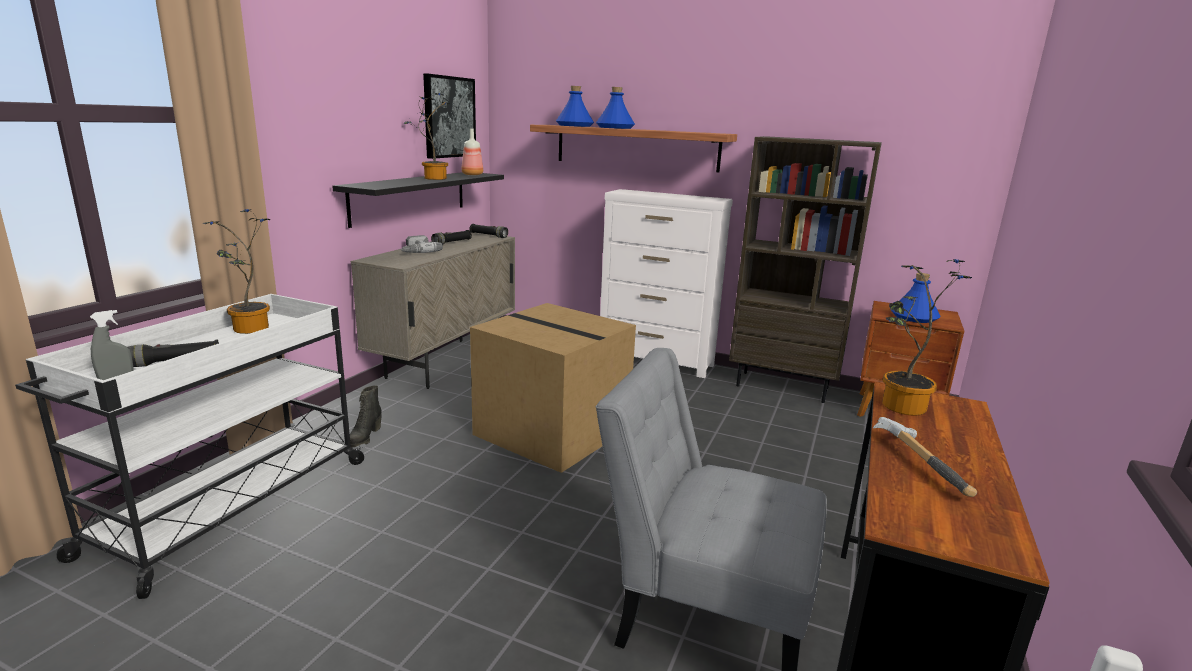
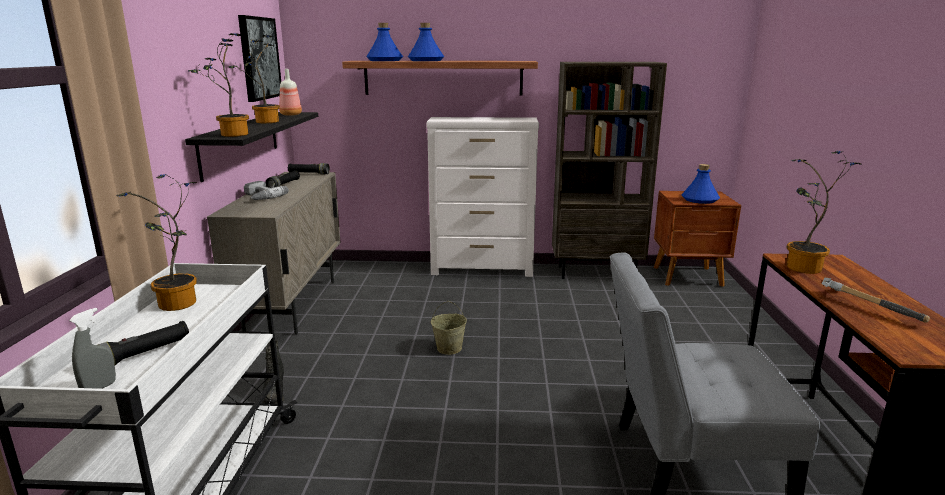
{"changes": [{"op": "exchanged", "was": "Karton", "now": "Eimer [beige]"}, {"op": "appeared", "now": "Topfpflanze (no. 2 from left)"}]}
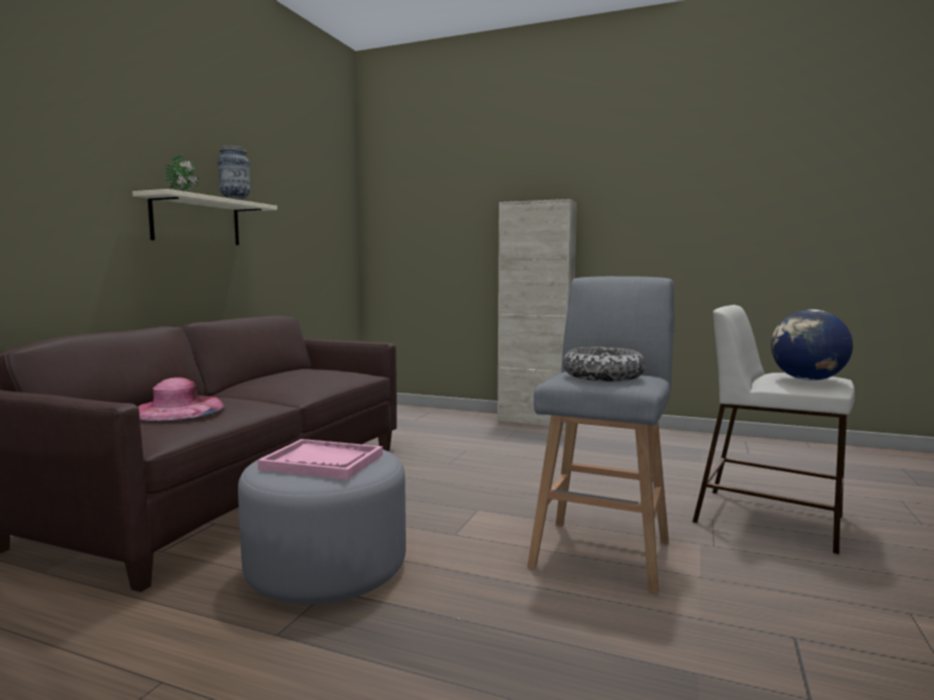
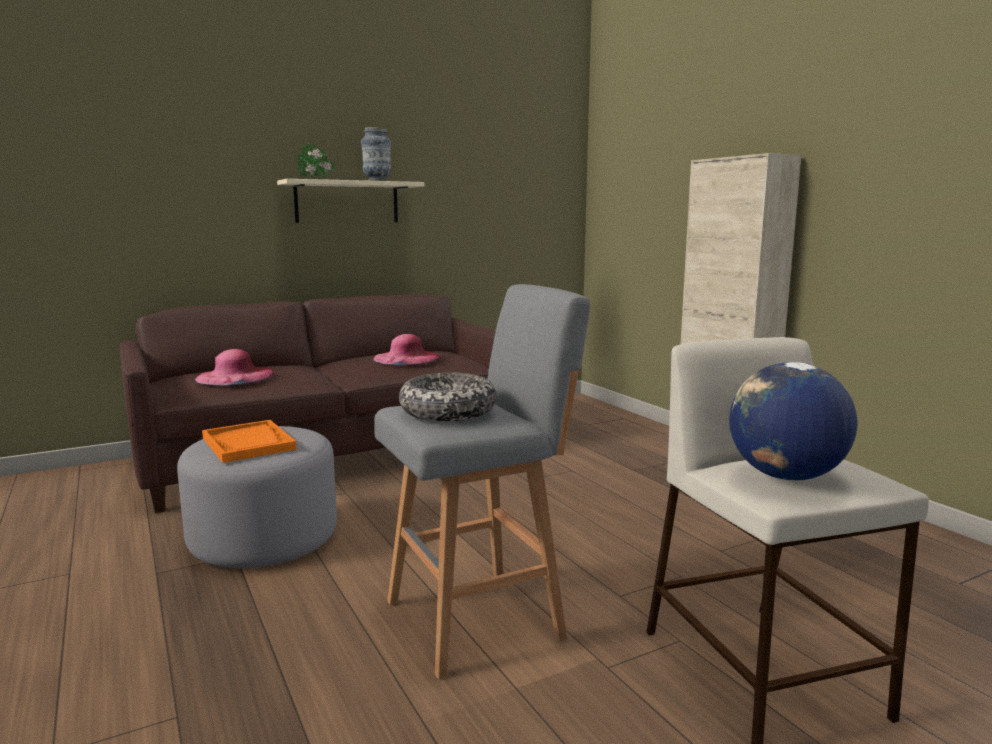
{"changes": [{"op": "colour", "was": "Tablett [rosa]", "now": "Tablett [orange]"}, {"op": "appeared", "now": "Hut [rosa] (no. 2 from left)"}]}
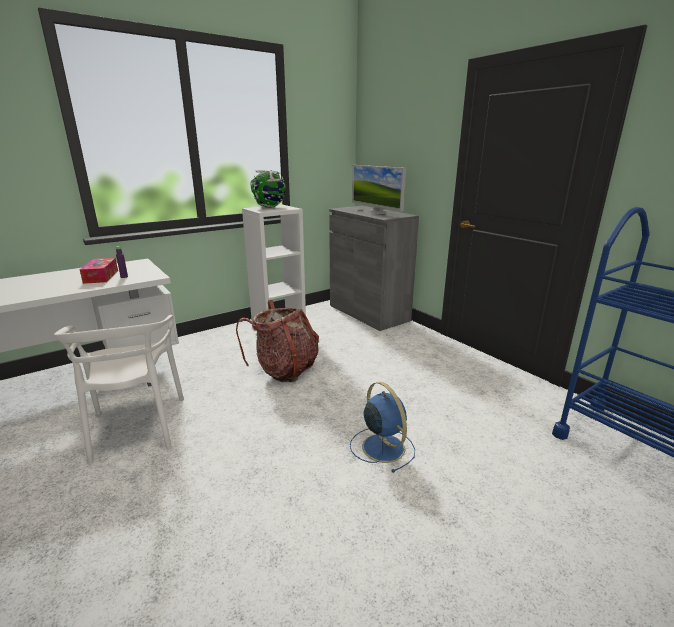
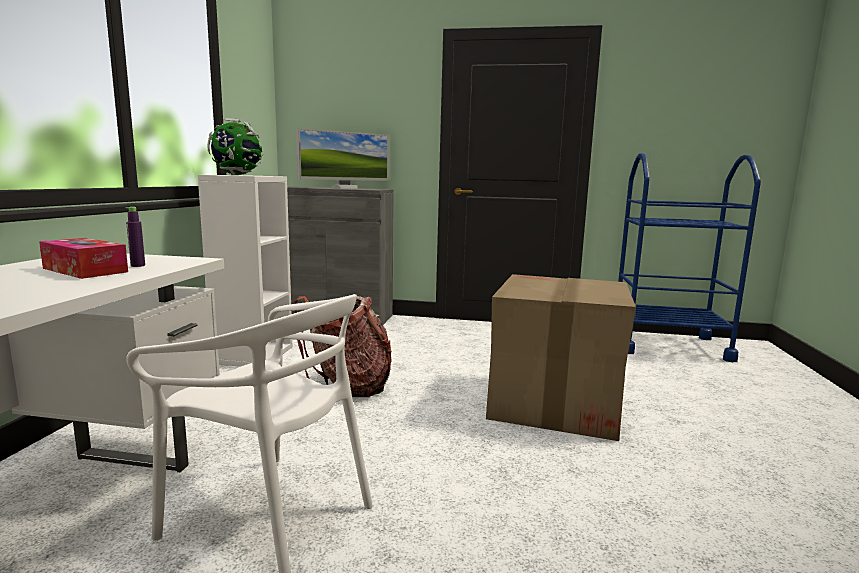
{"changes": [{"op": "spun", "was": "Monitor", "clockwise": -45}, {"op": "exchanged", "was": "Ventilator [blau]", "now": "Karton"}]}
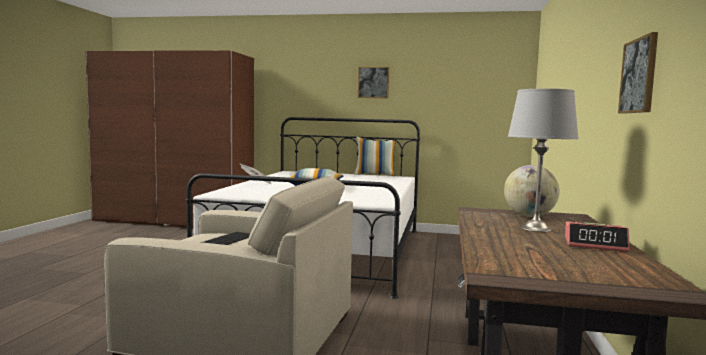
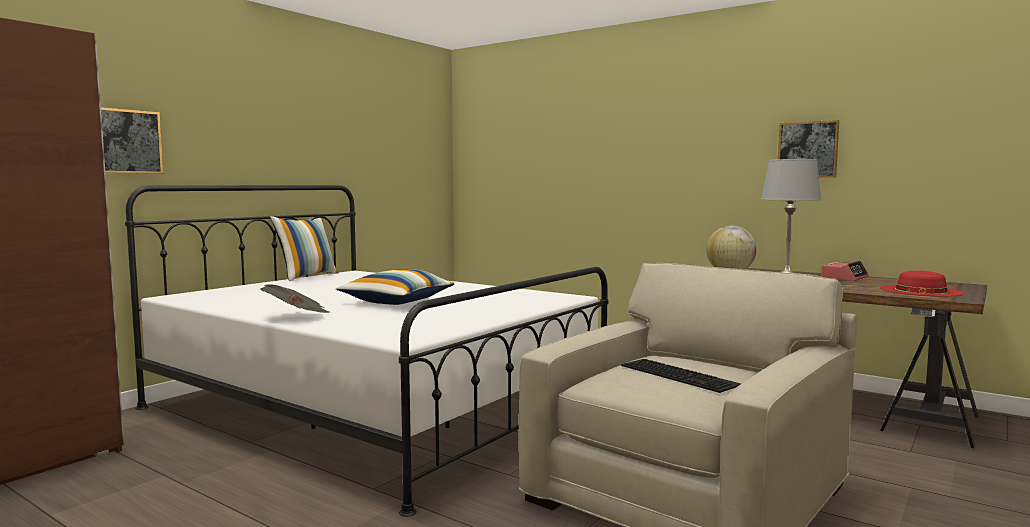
{"changes": [{"op": "relocated", "was": "Bild (no. 1 from left)"}, {"op": "appeared", "now": "Hut [rot]"}]}
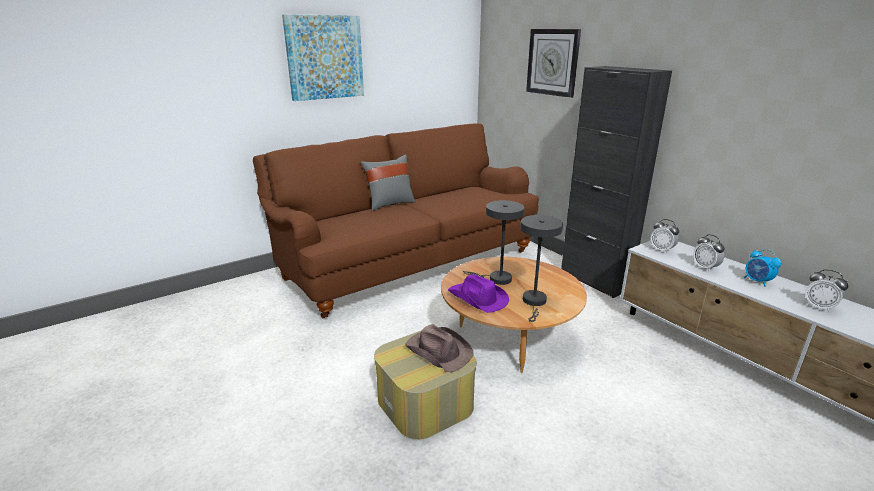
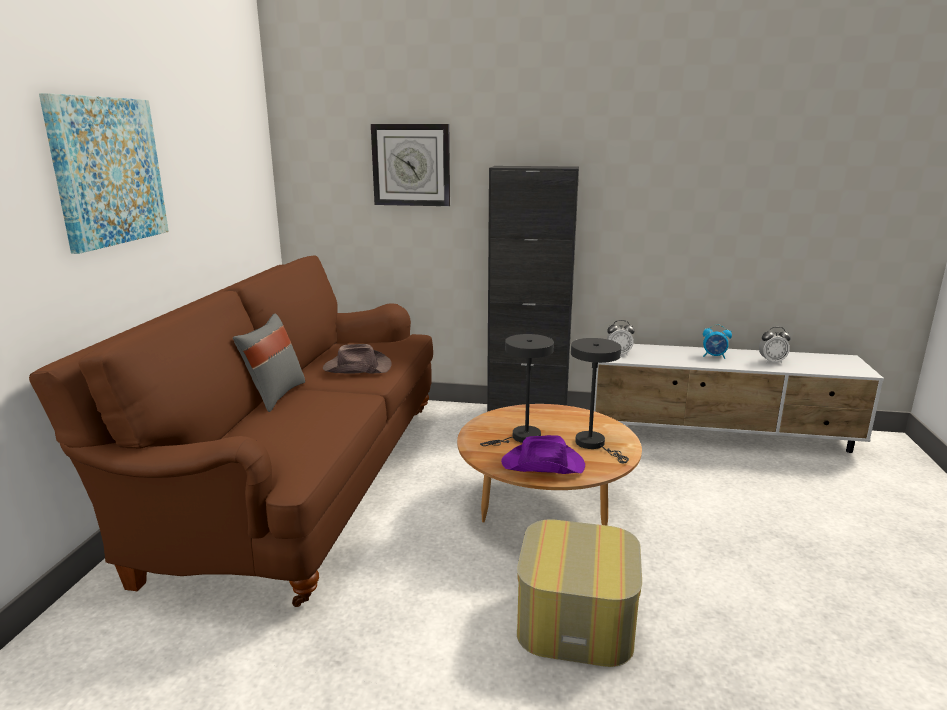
{"changes": [{"op": "missing", "was": "Wecker (no. 2 from left)"}, {"op": "relocated", "was": "Hut [braun]"}]}
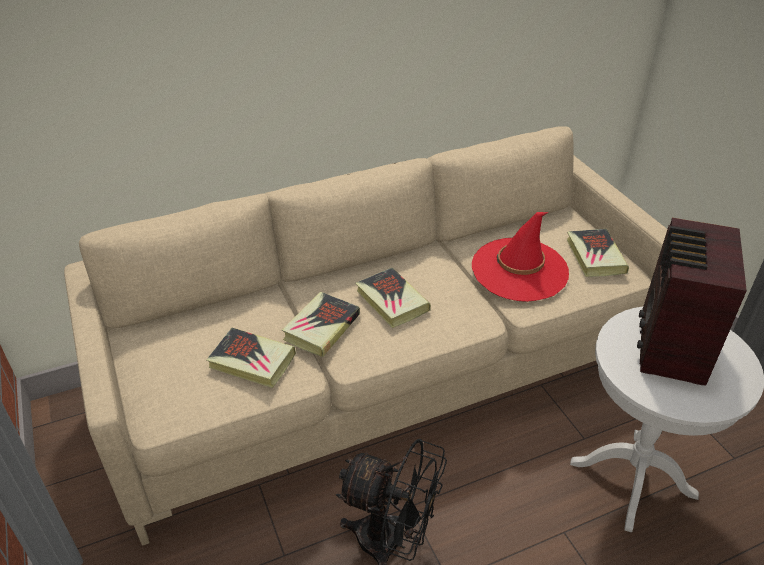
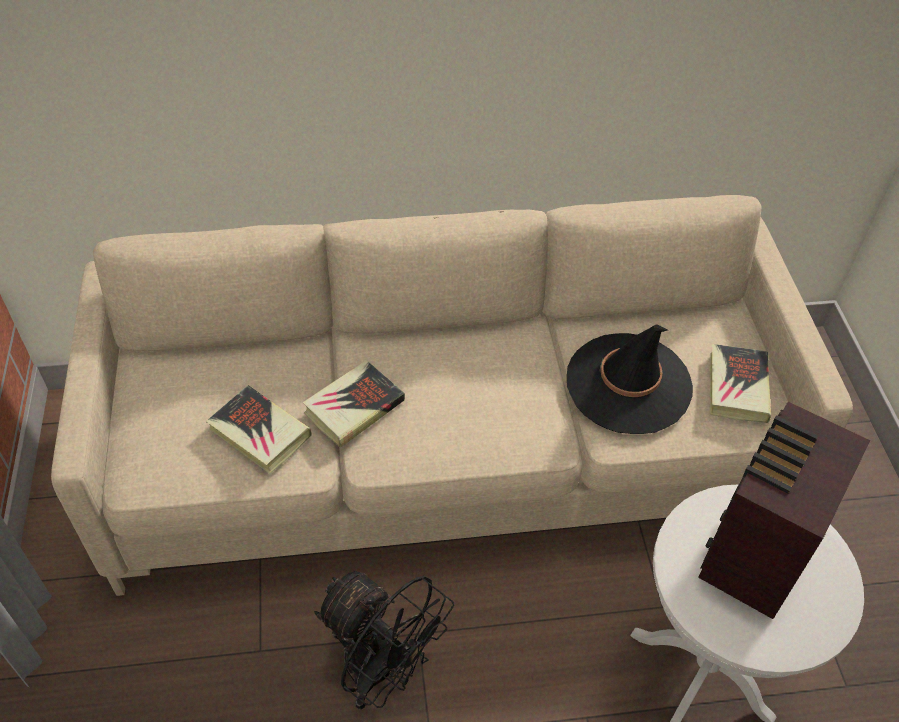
{"changes": [{"op": "colour", "was": "Hut [rot]", "now": "Hut [schwarz]"}, {"op": "missing", "was": "Buch (no. 3 from left)"}]}
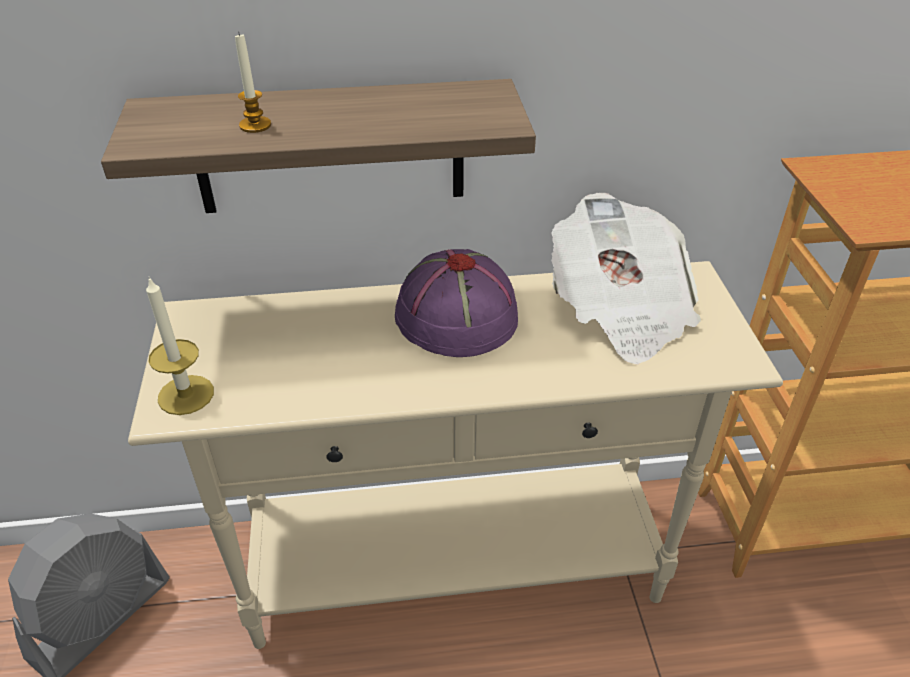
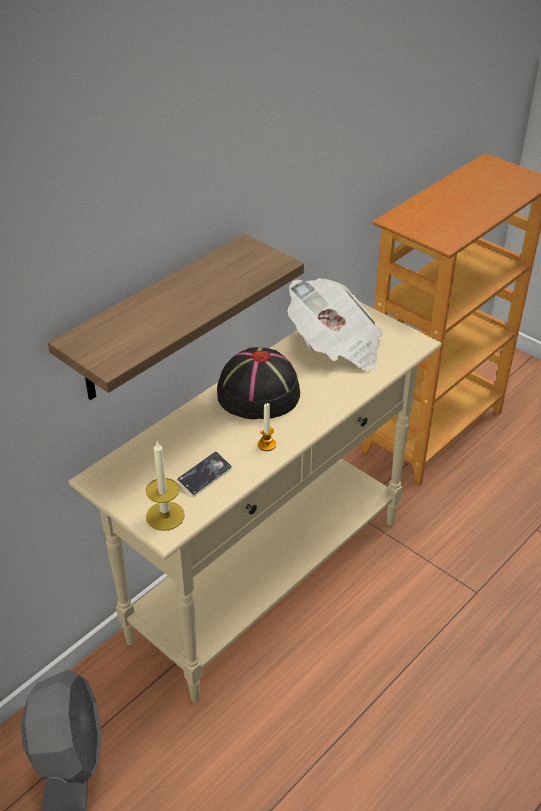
{"changes": [{"op": "relocated", "was": "Kerze (no. 2 from left)"}, {"op": "colour", "was": "Hut [lila]", "now": "Hut [schwarz]"}, {"op": "appeared", "now": "Handy"}]}
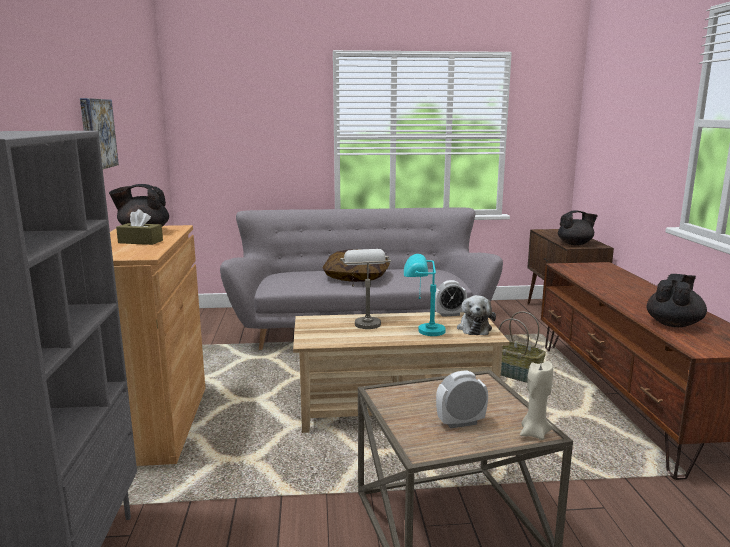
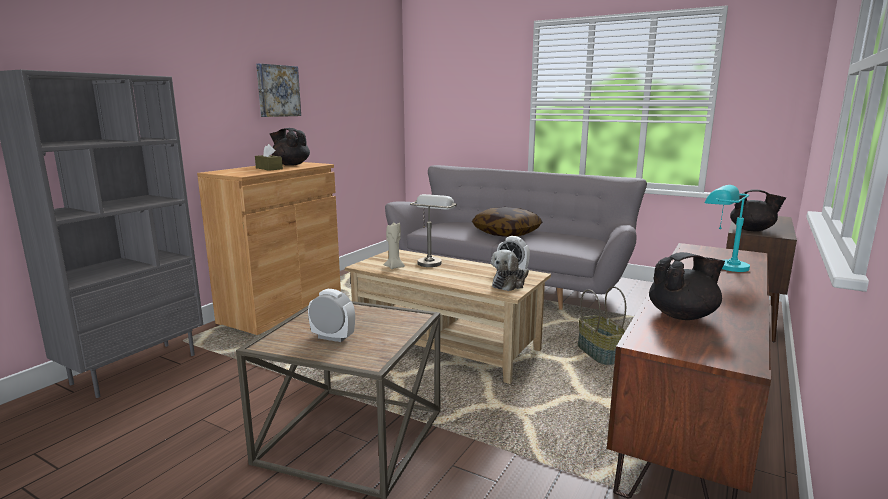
{"changes": [{"op": "relocated", "was": "Tischlampe [türkis]"}, {"op": "relocated", "was": "Kerze [beige]"}]}
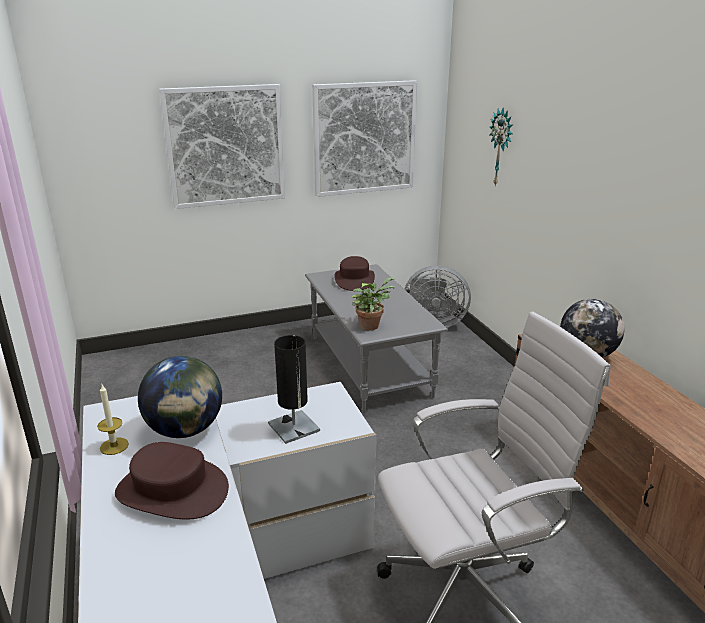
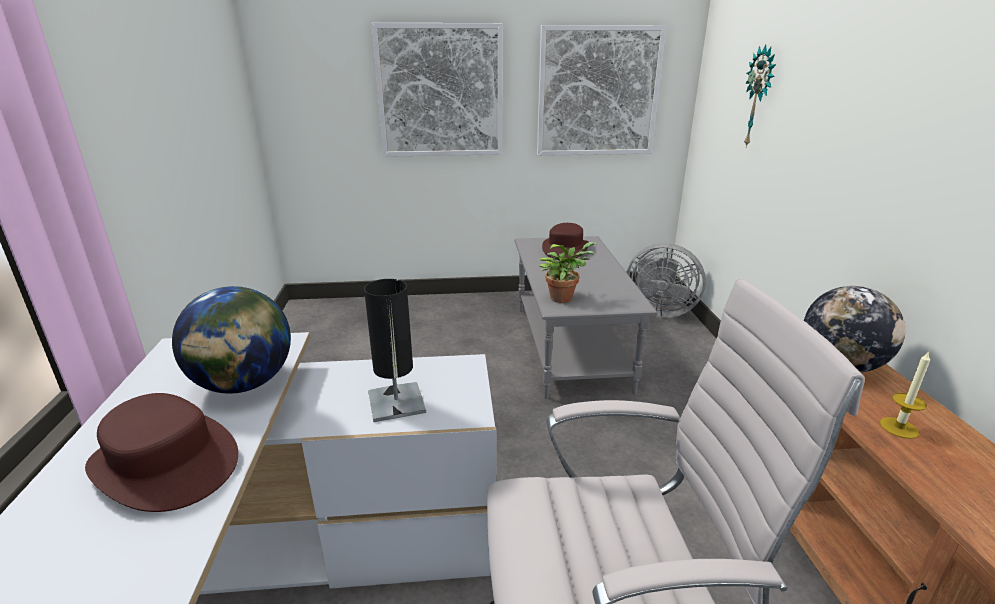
{"changes": [{"op": "relocated", "was": "Kerze"}]}
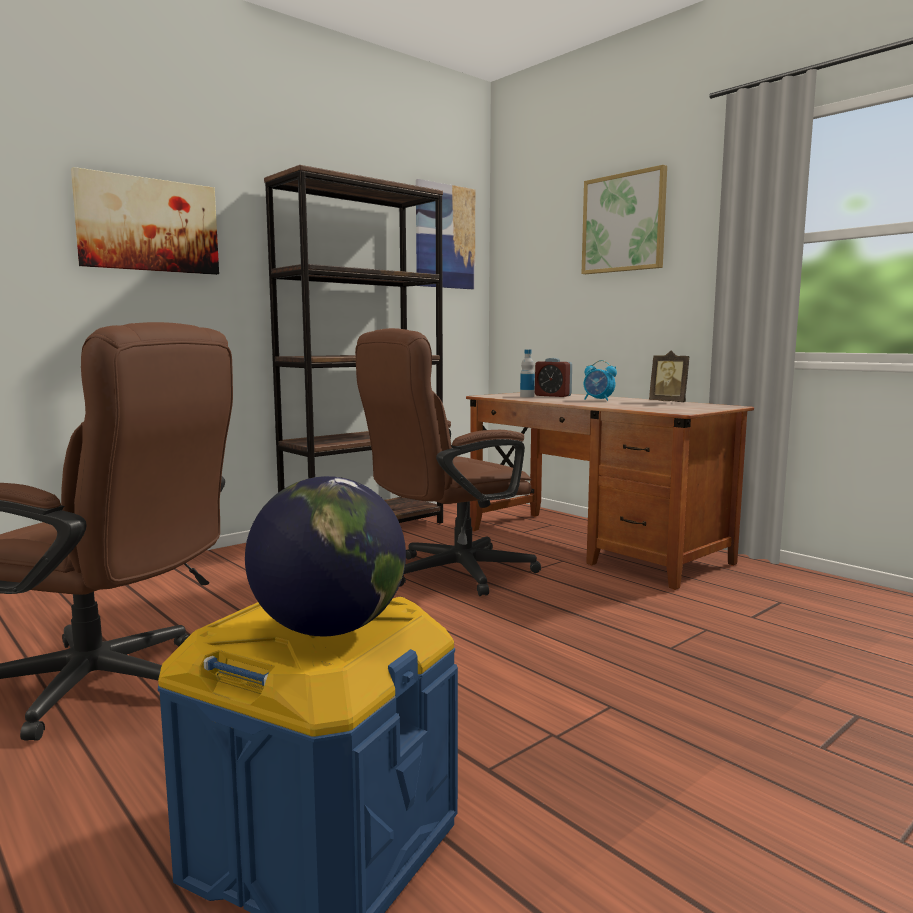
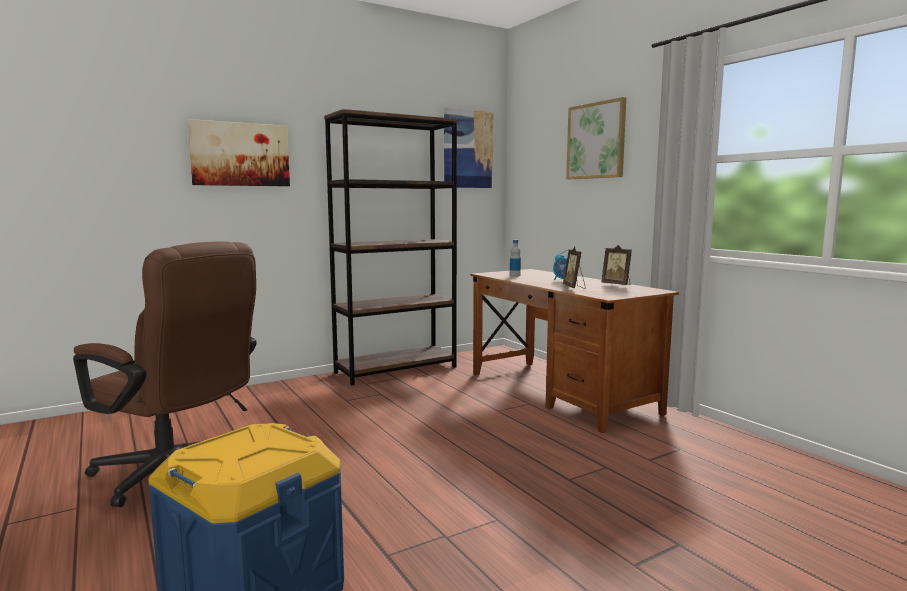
{"changes": [{"op": "missing", "was": "Bürostuhl [braun] (no. 2 from left)"}, {"op": "missing", "was": "Wecker (no. 1 from left)"}, {"op": "missing", "was": "Globus"}, {"op": "appeared", "now": "Bilderrahmen (no. 1 from left)"}]}
